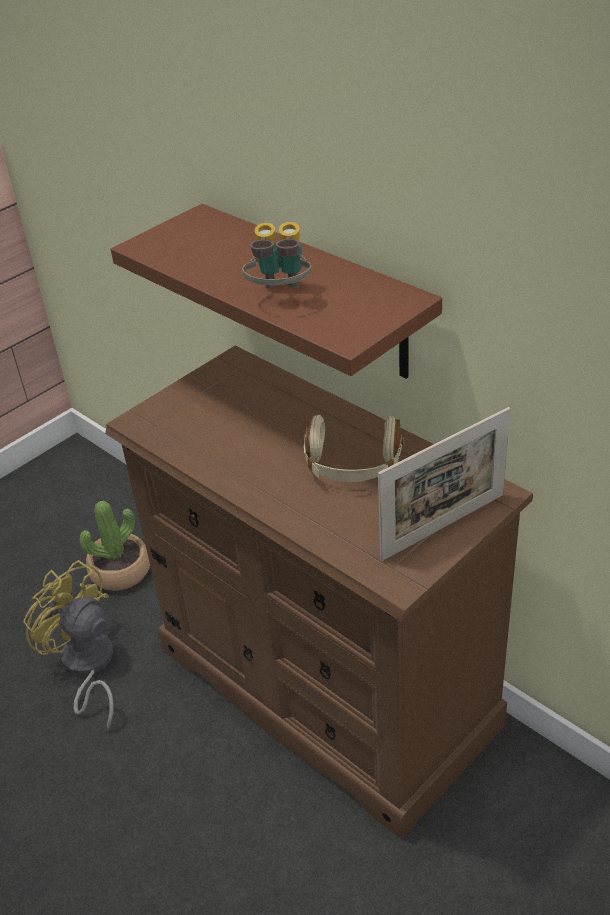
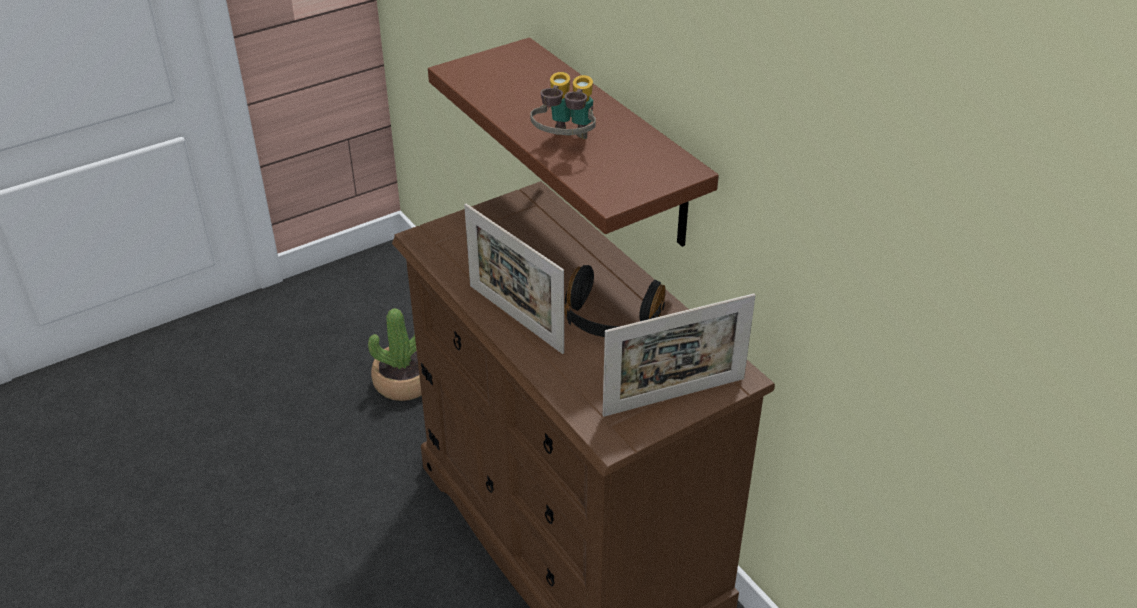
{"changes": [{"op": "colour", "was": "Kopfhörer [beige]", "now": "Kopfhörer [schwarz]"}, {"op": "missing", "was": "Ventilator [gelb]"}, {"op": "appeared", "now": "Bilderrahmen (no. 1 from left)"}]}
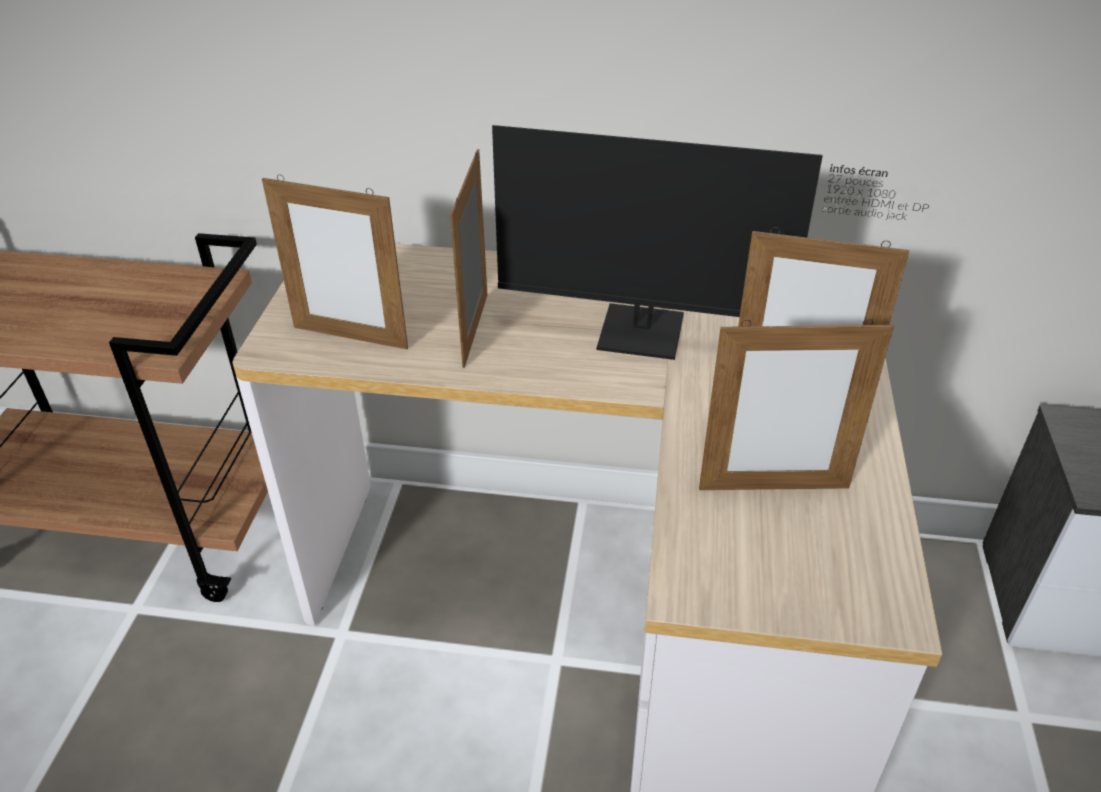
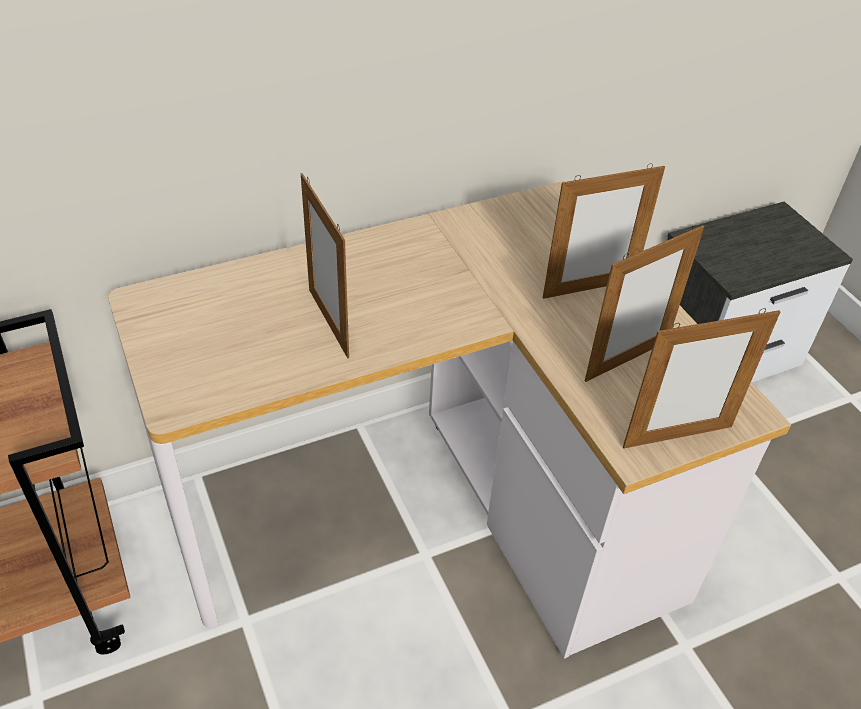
{"changes": [{"op": "missing", "was": "Monitor"}, {"op": "relocated", "was": "Bilderrahmen (no. 1 from left in the first image)", "now": "Bilderrahmen (no. 4 from left)"}]}
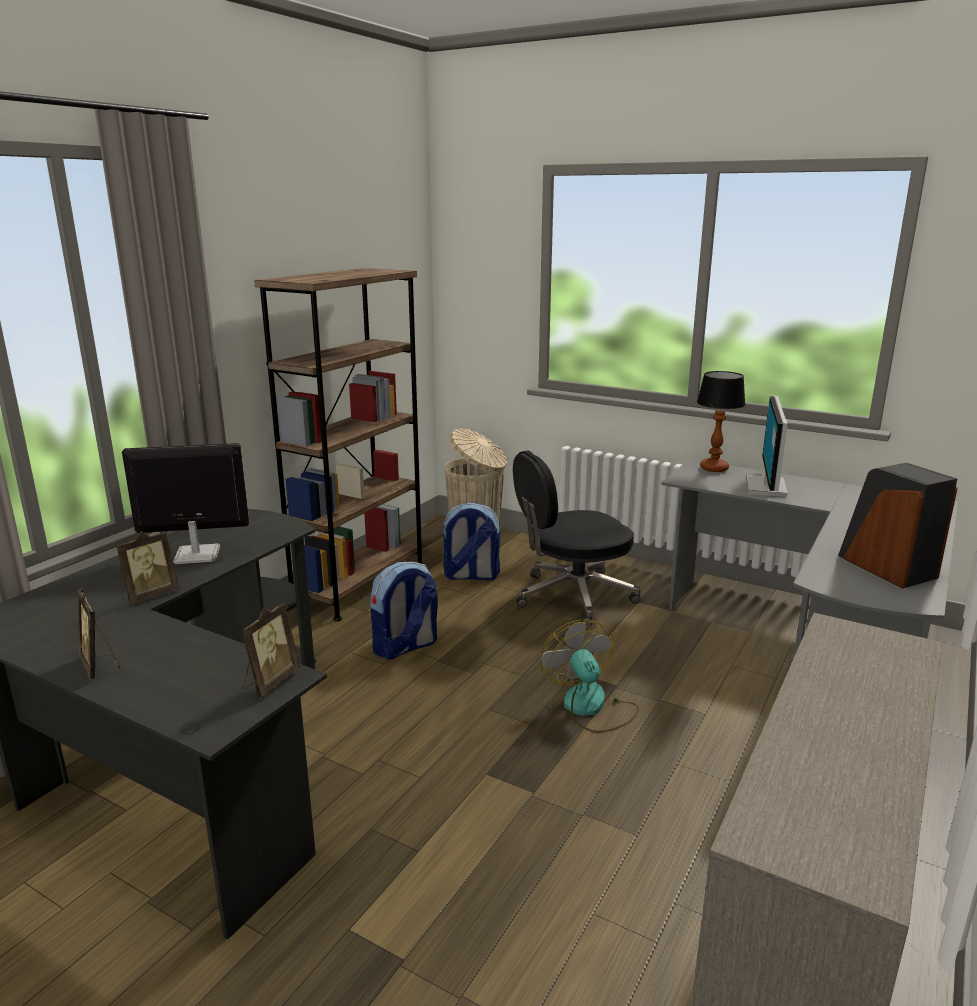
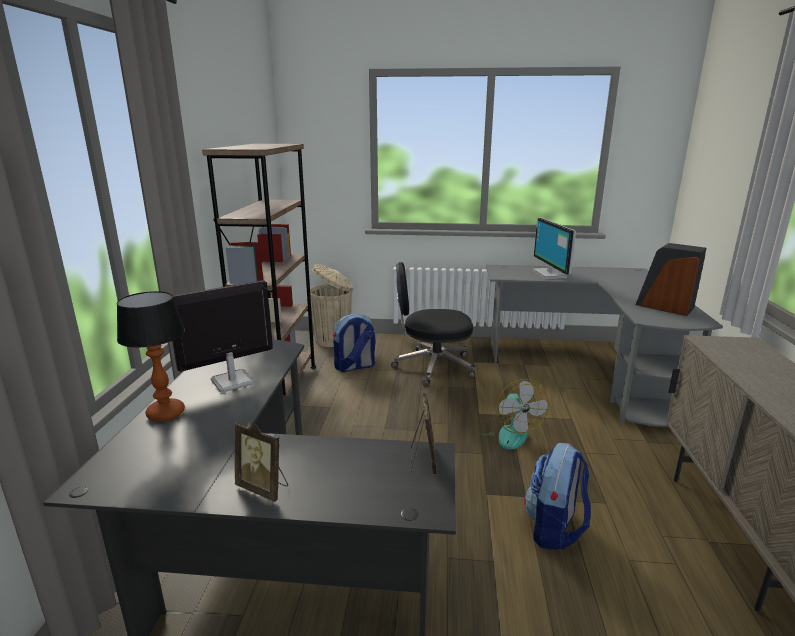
{"changes": [{"op": "relocated", "was": "Tischlampe"}, {"op": "spun", "was": "Bürostuhl [schwarz]", "clockwise": 45}, {"op": "missing", "was": "Bilderrahmen (no. 2 from left)"}, {"op": "relocated", "was": "Rucksack (no. 1 from left in the first image)", "now": "Rucksack (no. 2 from left)"}, {"op": "spun", "was": "Ventilator", "clockwise": -150}]}
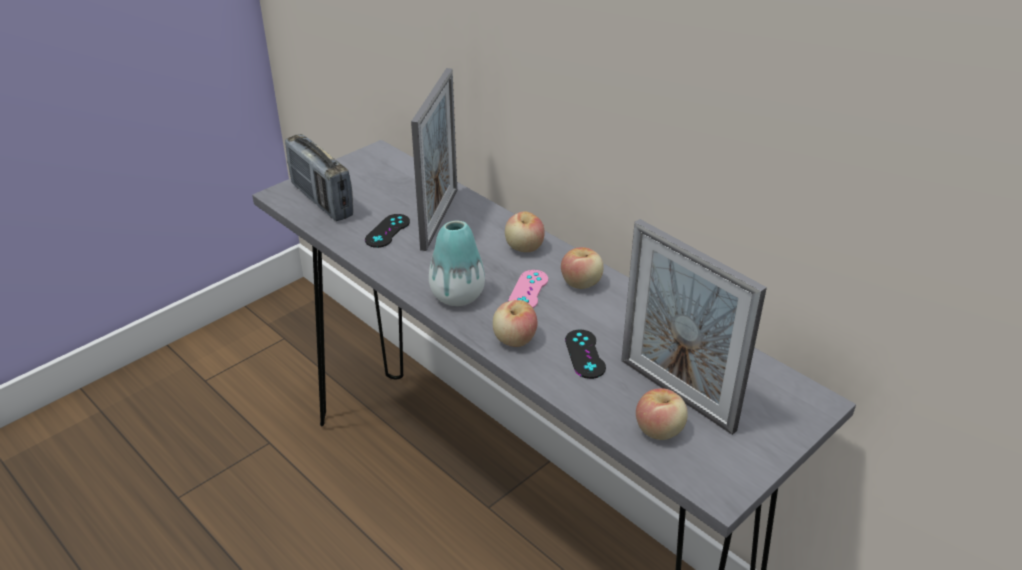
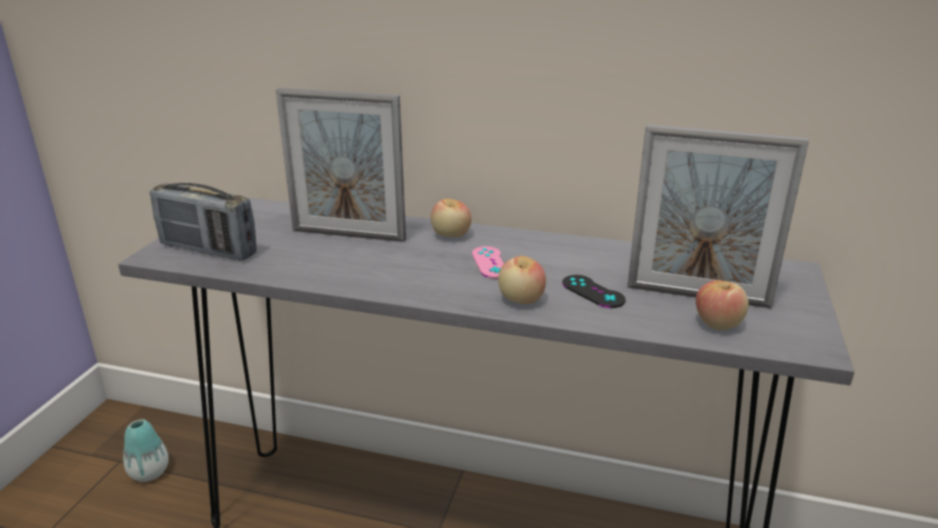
{"changes": [{"op": "spun", "was": "Bilderrahmen (no. 1 from left)", "clockwise": 120}, {"op": "missing", "was": "Gamepad [schwarz] (no. 1 from left)"}, {"op": "relocated", "was": "Vase"}, {"op": "missing", "was": "Apfel (no. 3 from left)"}]}
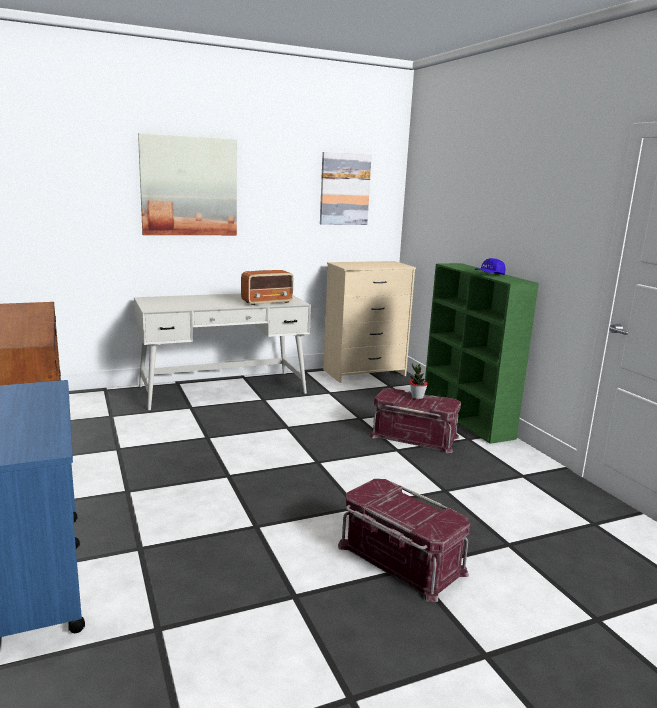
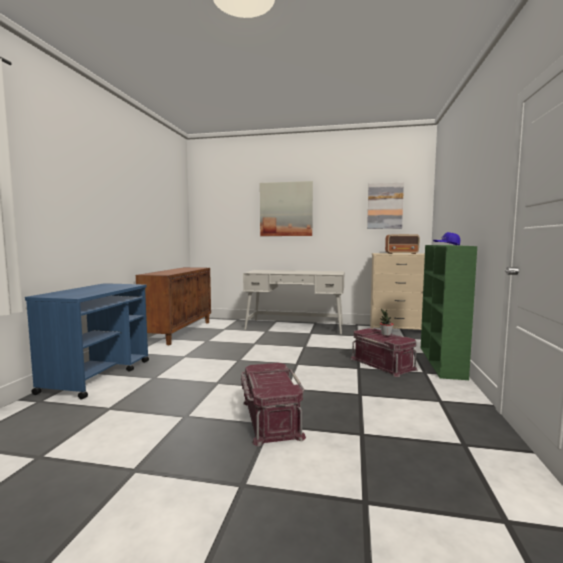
{"changes": [{"op": "relocated", "was": "Radio"}]}
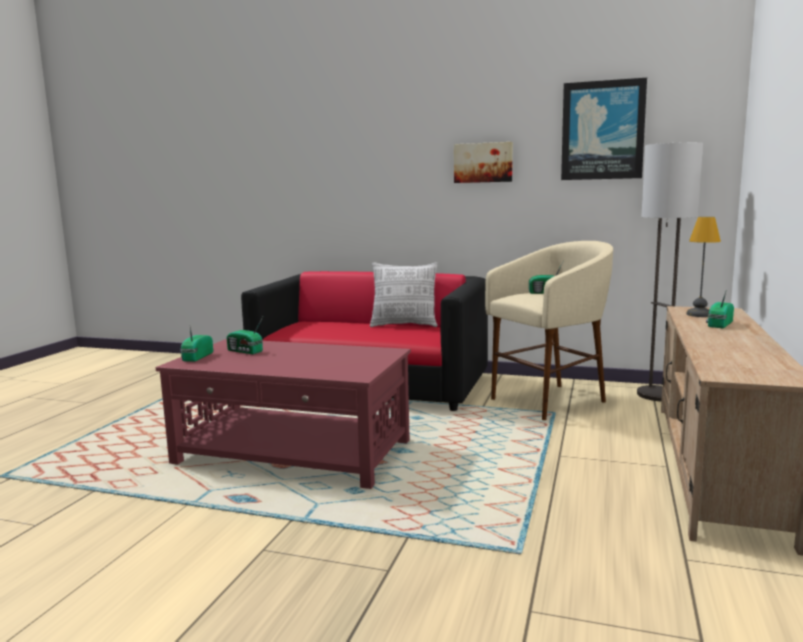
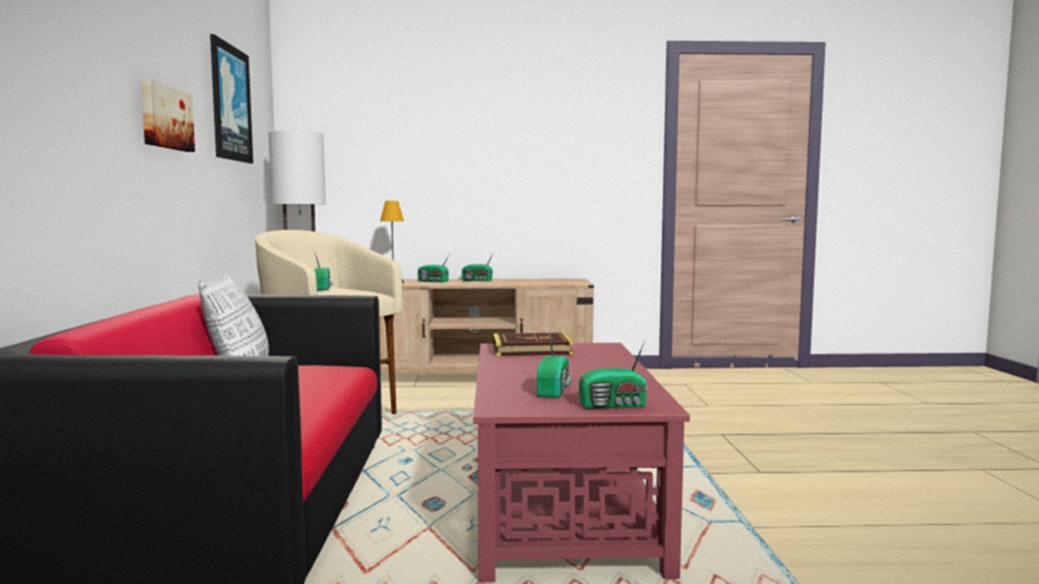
{"changes": [{"op": "appeared", "now": "Radio (no. 3 from left)"}, {"op": "appeared", "now": "Buch"}]}
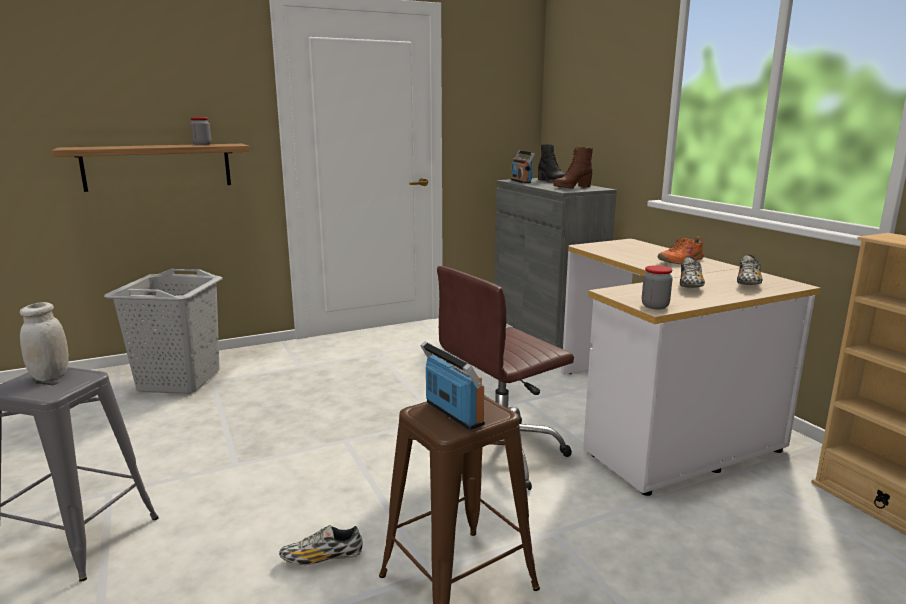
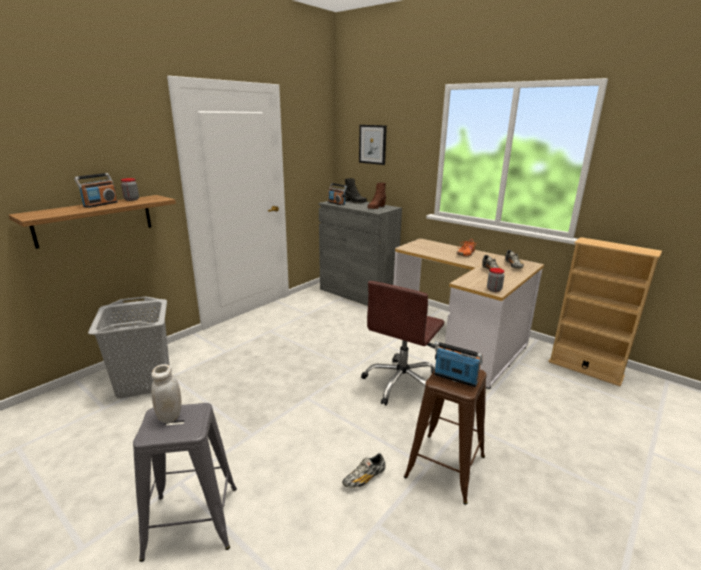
{"changes": [{"op": "appeared", "now": "Bild"}, {"op": "appeared", "now": "Radio (no. 1 from left)"}]}
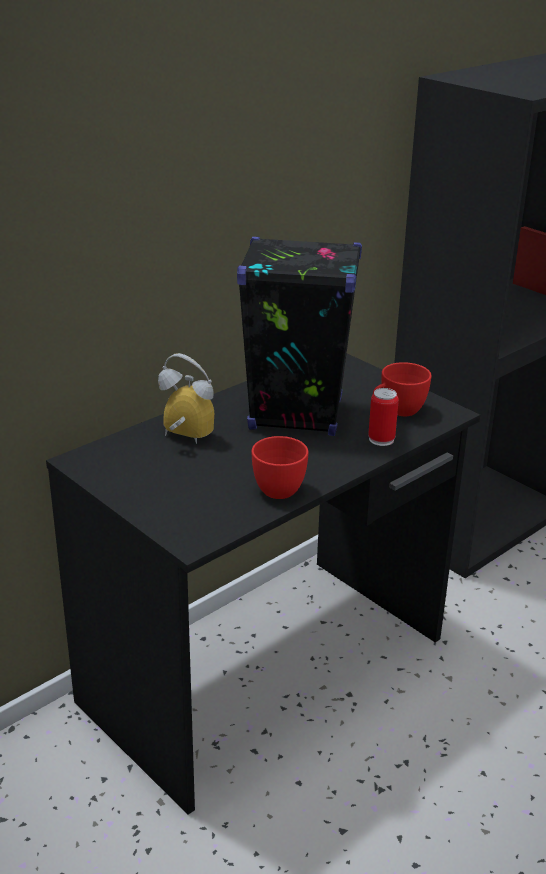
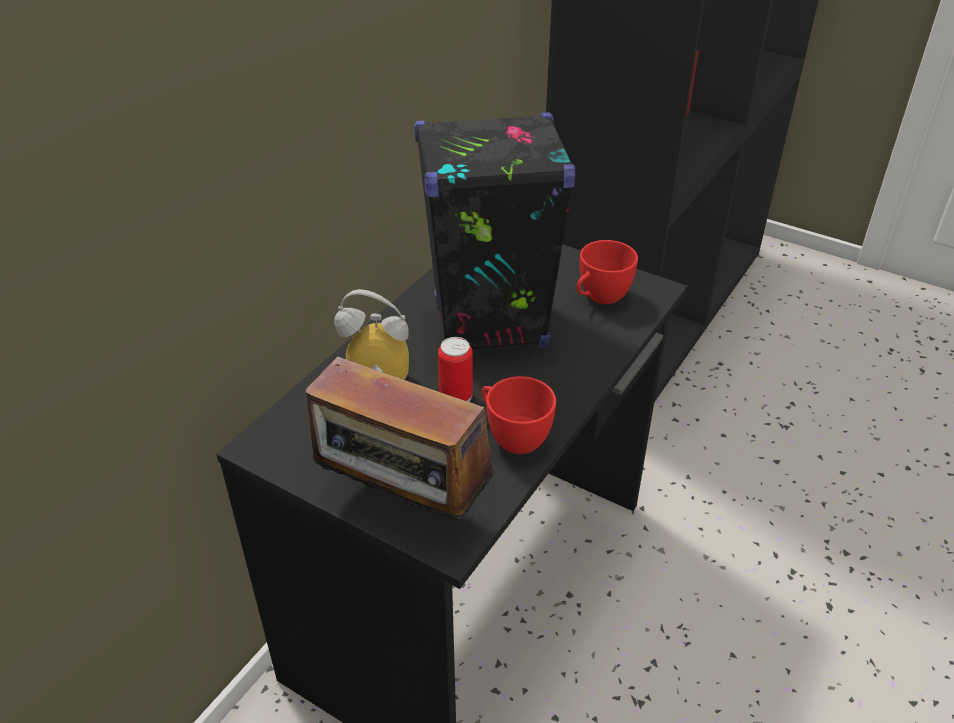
{"changes": [{"op": "relocated", "was": "Dose"}, {"op": "appeared", "now": "Radio"}]}
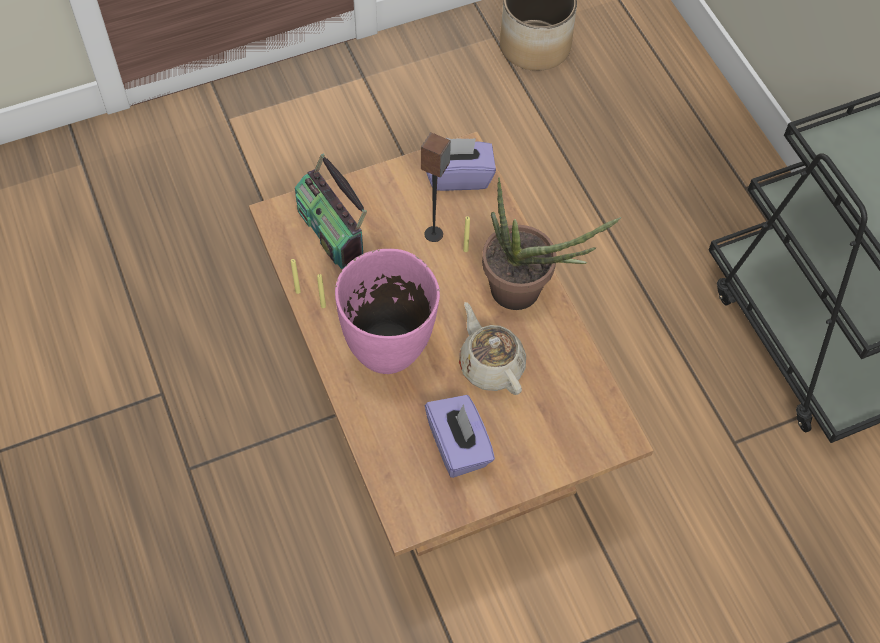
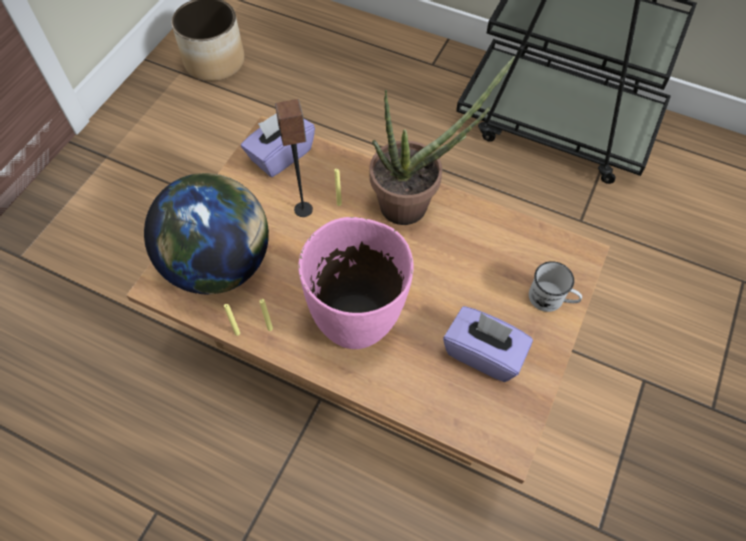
{"changes": [{"op": "exchanged", "was": "Radio", "now": "Globus"}, {"op": "missing", "was": "Teekanne [beige]"}, {"op": "appeared", "now": "Henkelbecher [weiß]"}]}
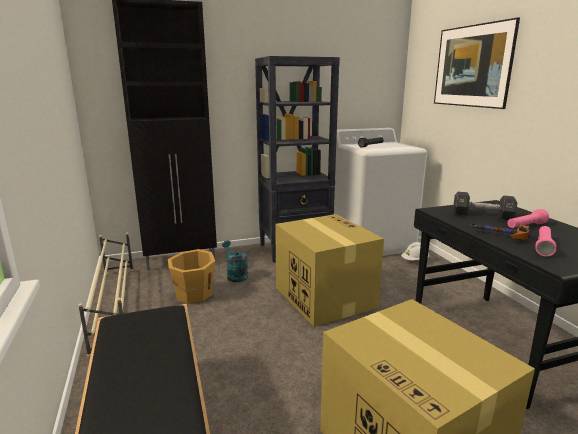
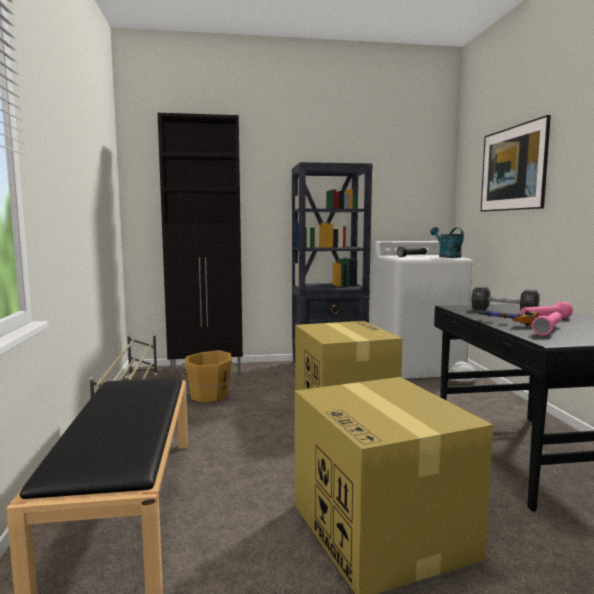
{"changes": [{"op": "relocated", "was": "Gießkanne [türkis]"}]}
